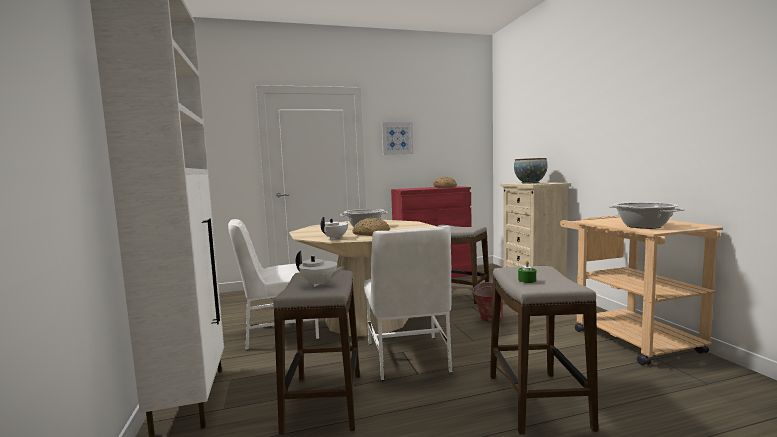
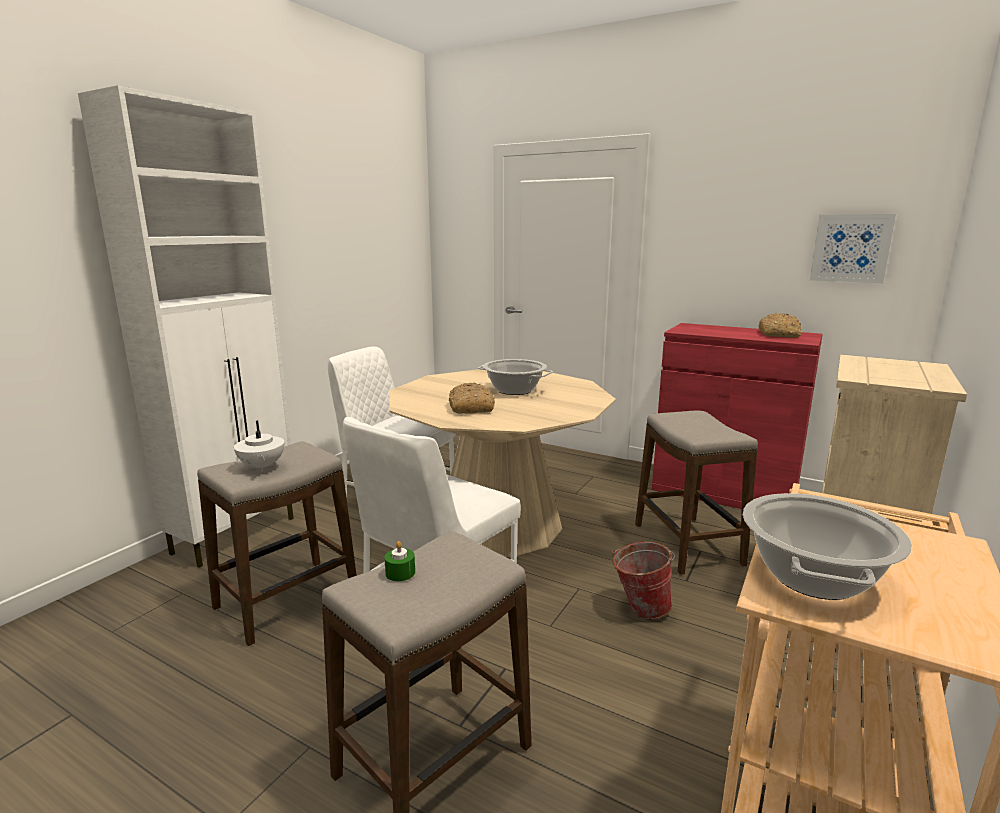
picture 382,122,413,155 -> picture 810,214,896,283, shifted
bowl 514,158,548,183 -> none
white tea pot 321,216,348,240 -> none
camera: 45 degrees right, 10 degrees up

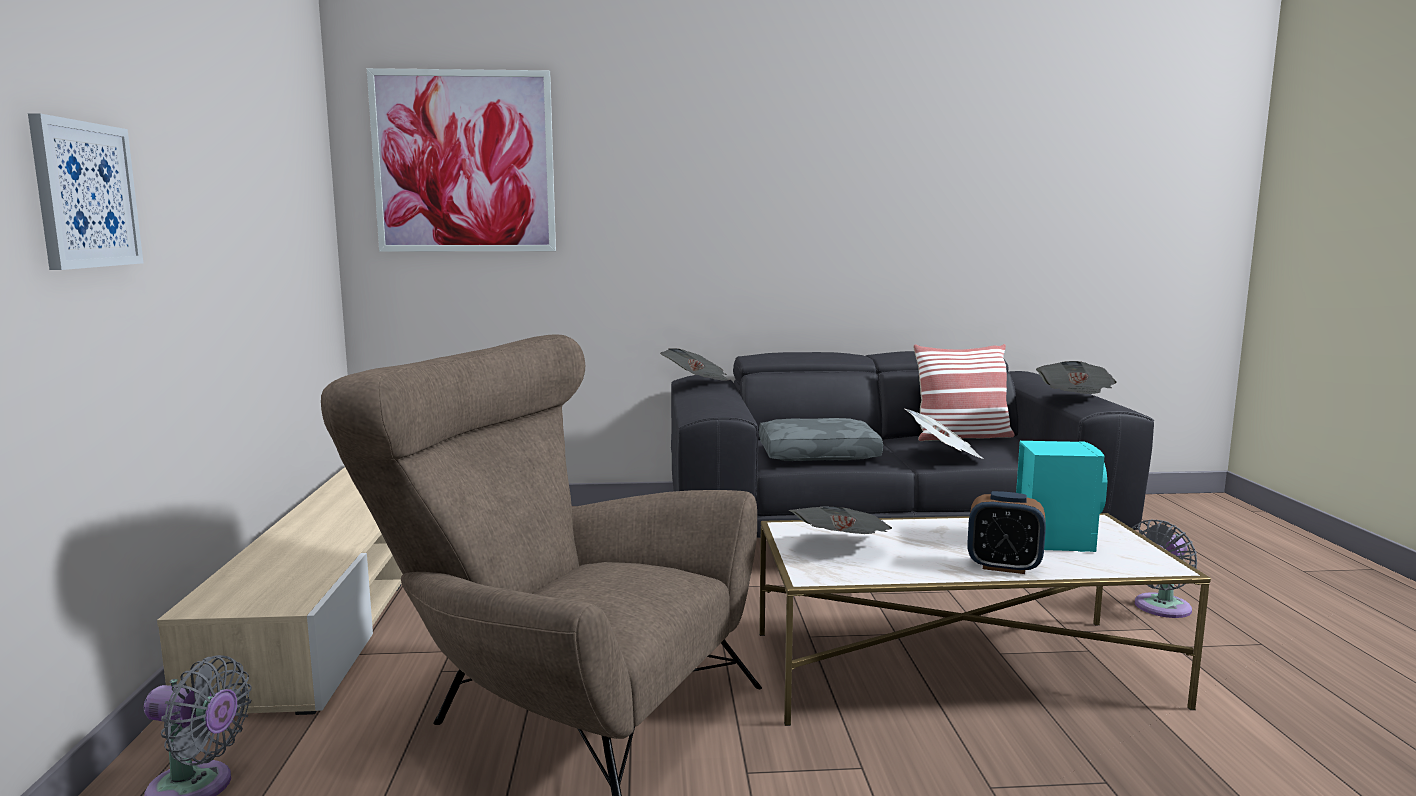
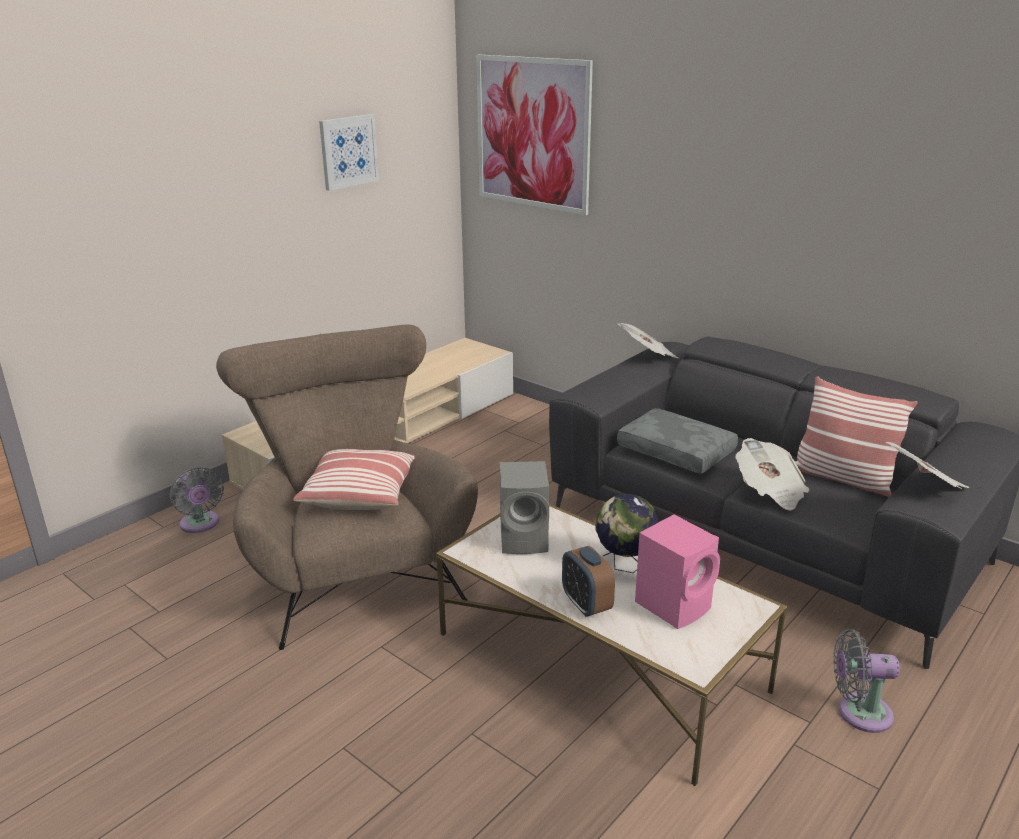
picture 28,113,143,270 -> picture 319,114,379,191, shifted
turquoise-coloured loudspeaker 1016,441,1107,552 -> pink loudspeaker 635,514,720,629
newspaper 789,507,892,534 -> gray loudspeaker 500,461,549,554
none -> throw pillow 293,449,415,510
none -> globe 596,494,658,573
camera: 45 degrees right, 15 degrees up

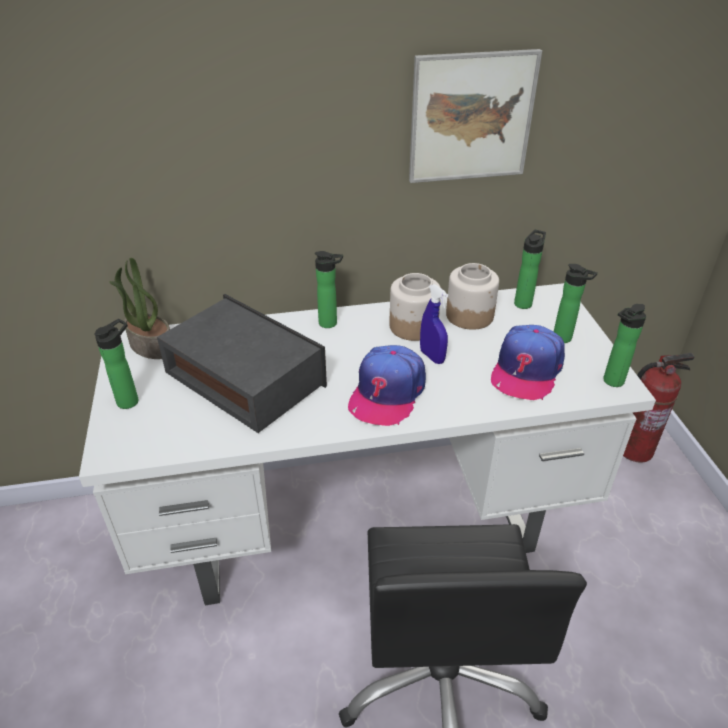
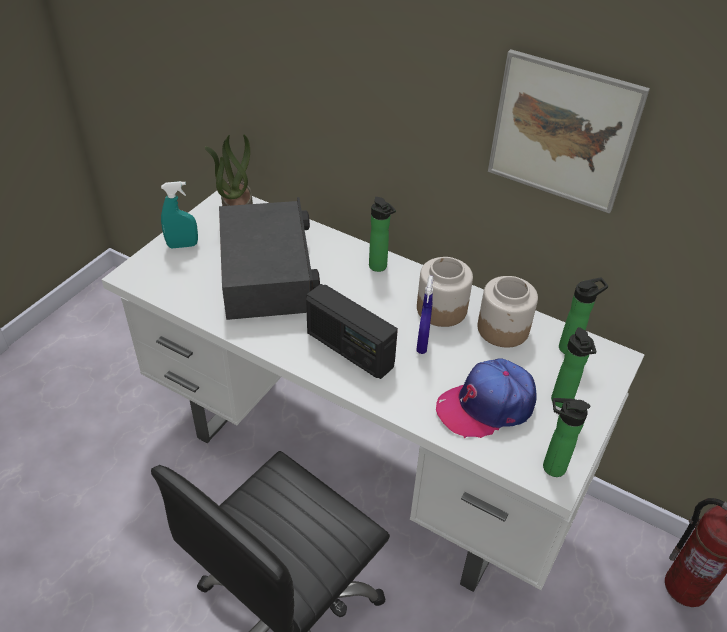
bottle 94,319,139,409 -> turquoise-coloured spray bottle 161,181,198,248
peaked cap 348,345,426,426 -> radio set 306,284,398,379
camera: 40 degrees right, 5 degrees up

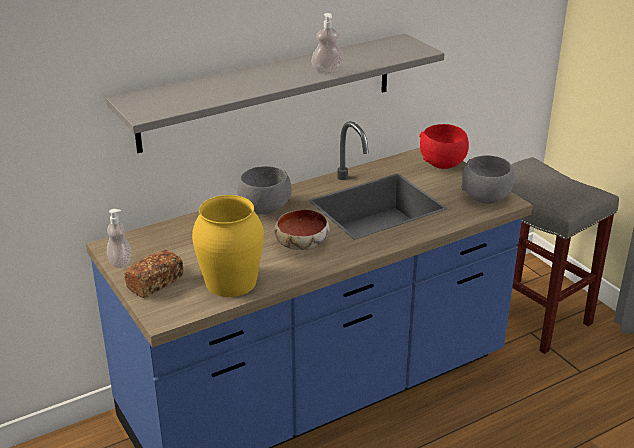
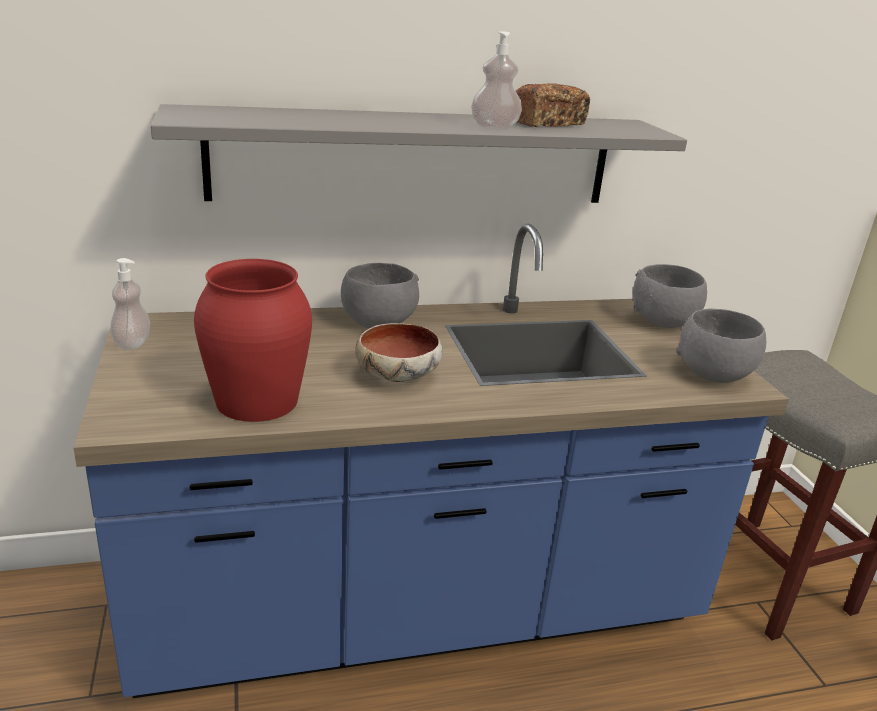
red-coloured bowl 419,124,469,169 -> gray bowl 633,264,707,328
yellow-coloured decorative vase 192,195,264,297 -> red-coloured decorative vase 194,259,312,422
bread 124,250,184,298 -> bread 515,83,590,127, shifted
camera: 15 degrees right, 5 degrees down

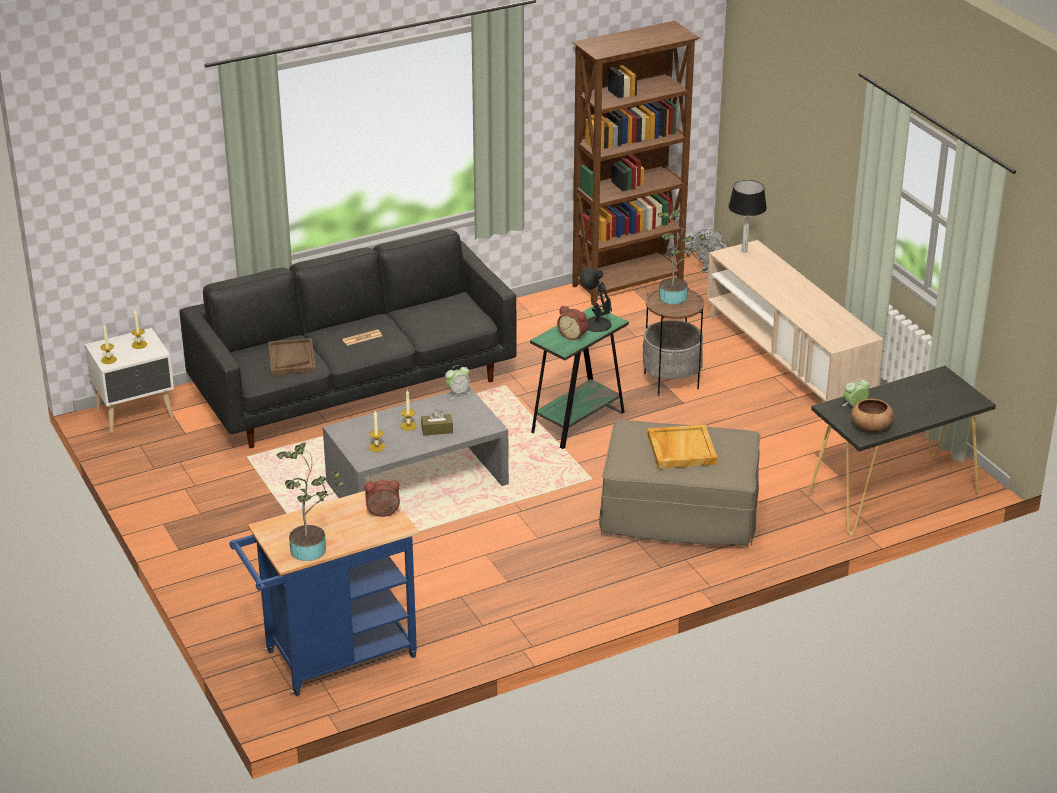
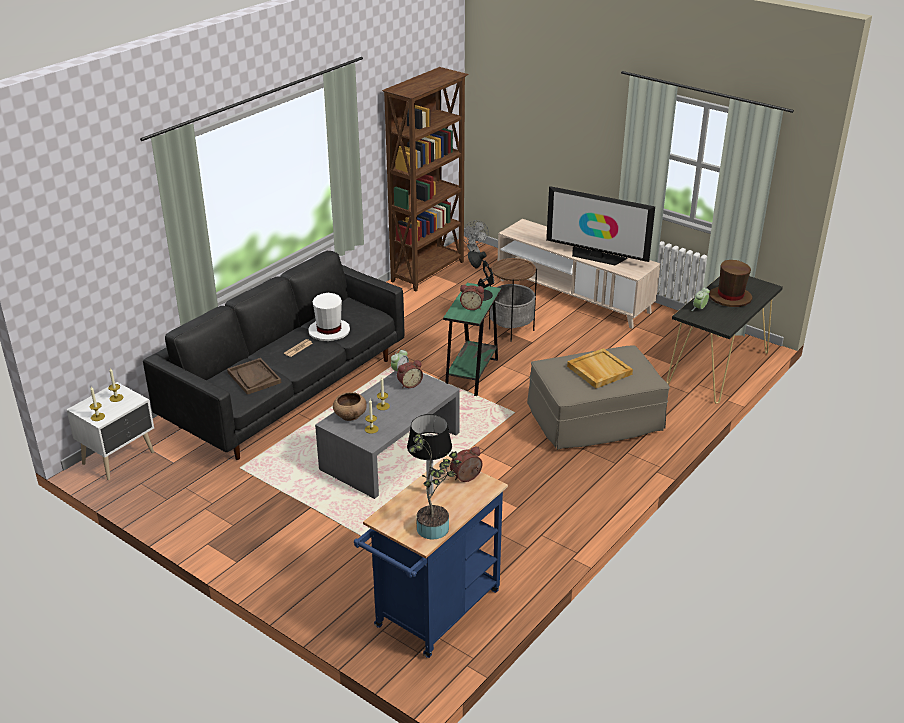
lamp for a table 728,180,767,253 -> lamp for a table 407,414,452,494, shifted
potted plant 657,209,708,304 -> none
brown bowl 851,399,894,433 -> brown bowl 333,392,367,421, shifted
brown box of tissues 421,409,453,436 -> none
none -> television 546,186,655,265
none -> brown wearable hat 709,260,752,307
none -> white wearable hat 308,293,350,341
none -> alarm clock 397,360,423,388
camera: 25 degrees left, 0 degrees up

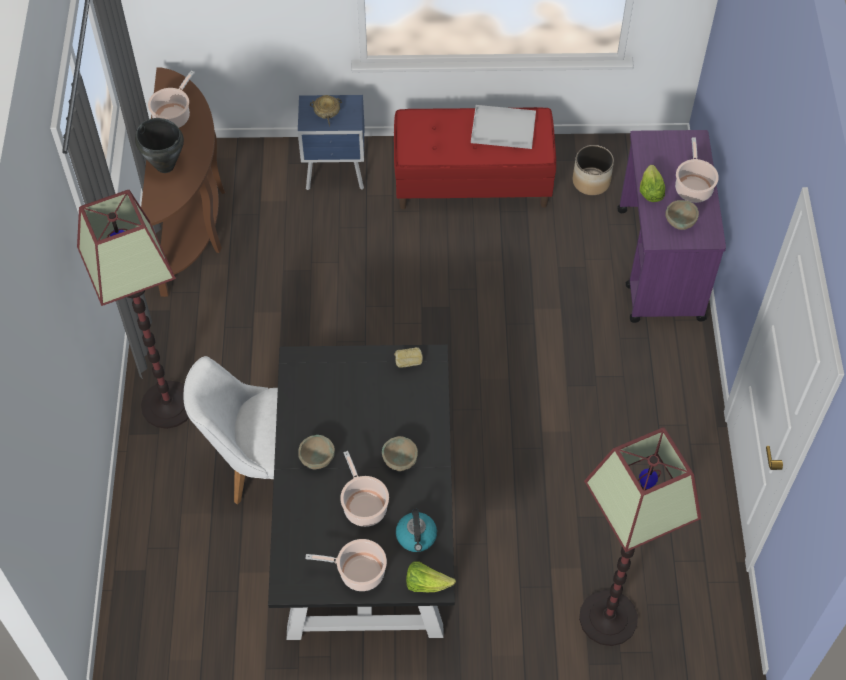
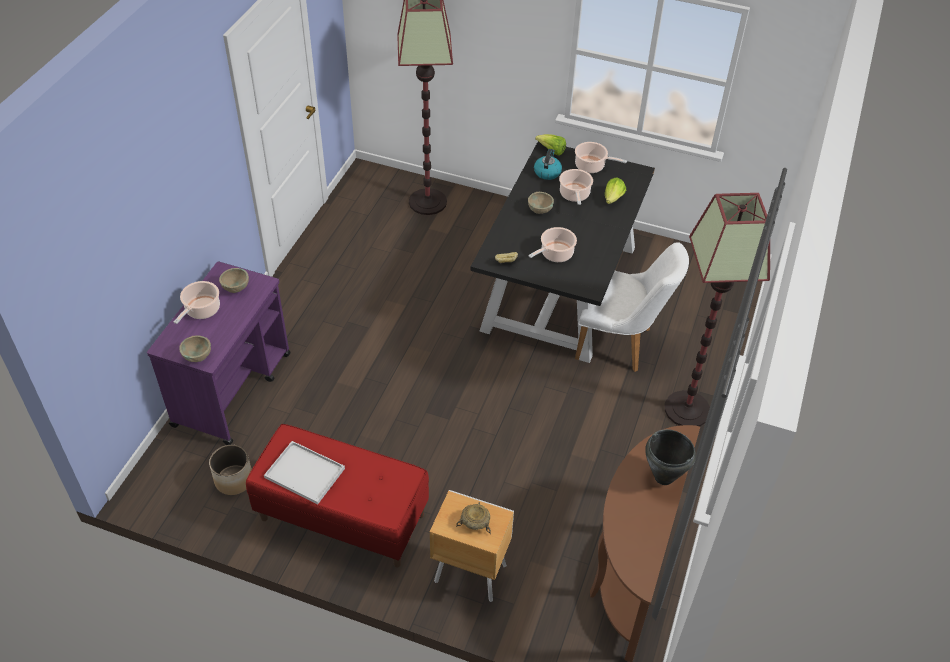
cooking pot 148,71,195,128 -> cooking pot 529,227,577,262, shifted
blue nightstand 298,95,364,190 -> brown nightstand 430,490,514,602
lettuce 640,165,665,202 -> lettuce 605,178,626,204, shifted
beige-coloured bowl 298,435,335,470 -> beige-coloured bowl 179,335,211,362, shifted
camera: 160 degrees left, 10 degrees down

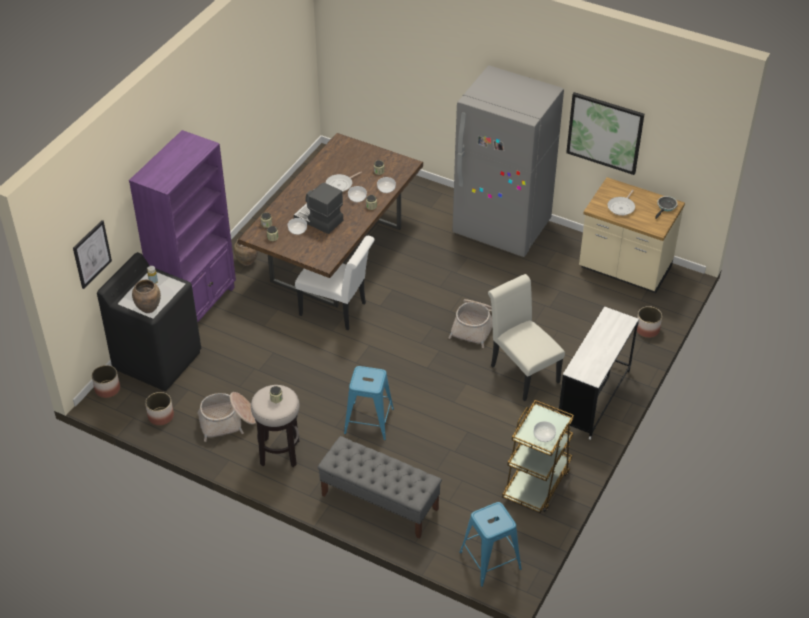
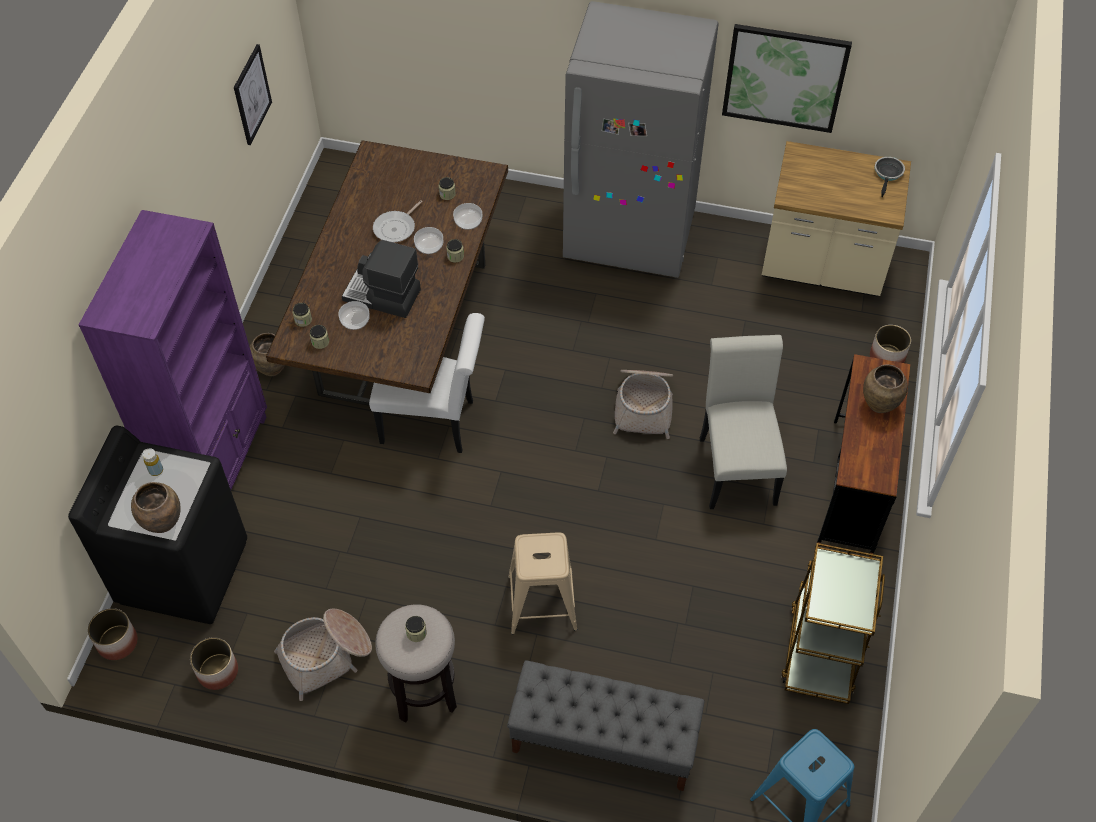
frying pan 607,190,635,216 -> none
picture 73,220,112,289 -> picture 234,44,272,145, shifted
white plain chair 488,274,565,401 -> white plain chair 700,335,787,509, 45 degrees clockwise
white desk table 558,306,639,440 -> brown desk table 817,354,910,557
blue sitting stool 344,366,394,440 -> beige-coloured sitting stool 508,532,577,634
bowl 534,421,556,442 -> none
none -> brown decorative vase 863,364,908,413
camera: 15 degrees left, 10 degrees up

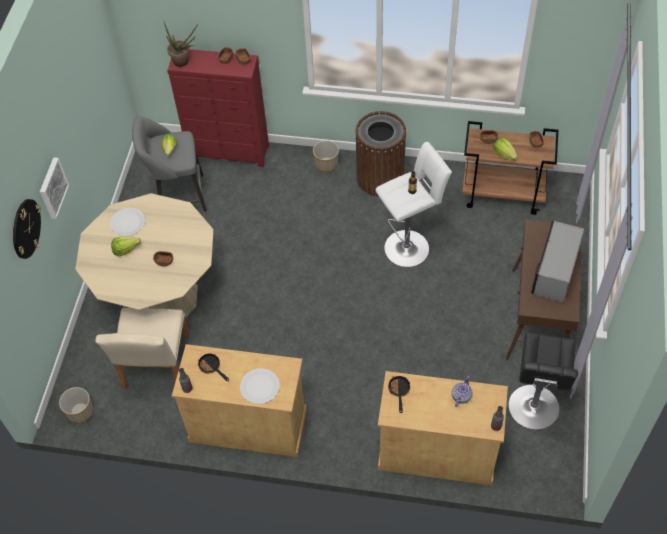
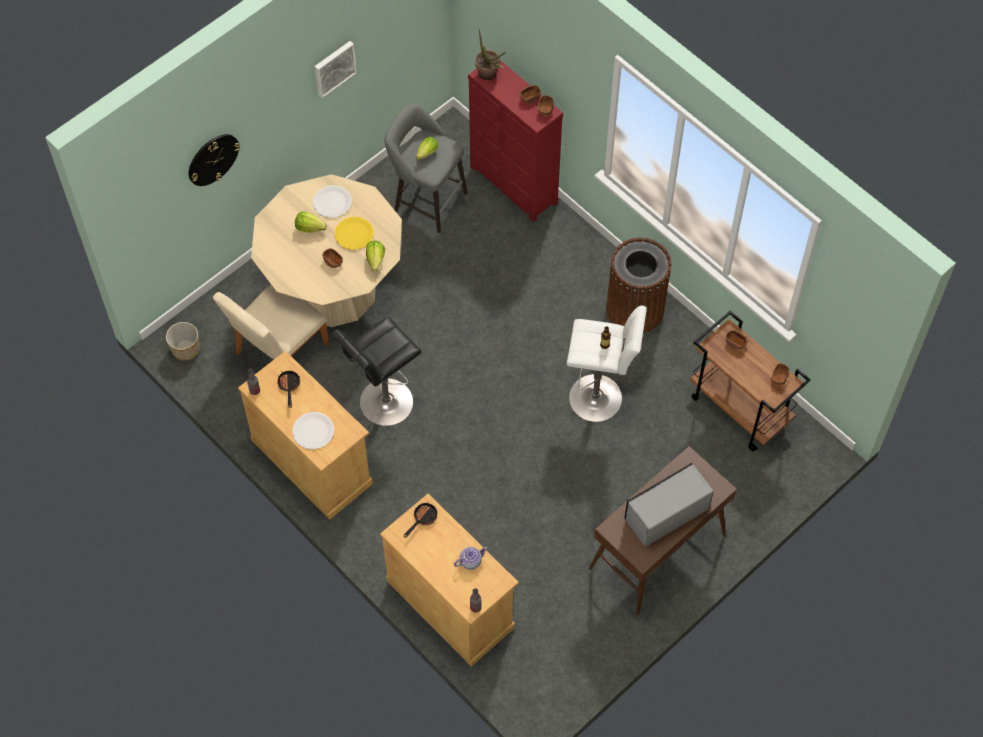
lettuce 493,138,518,160 -> lettuce 366,240,385,272, shifted
plant pot 313,140,339,172 -> none
picture 40,157,69,219 -> picture 315,41,357,98, shifted
black sitting stool 509,331,578,430 -> black sitting stool 331,317,421,426, shifted
none -> yellow-coloured plate 335,217,374,250
camera: 35 degrees right, 5 degrees up

